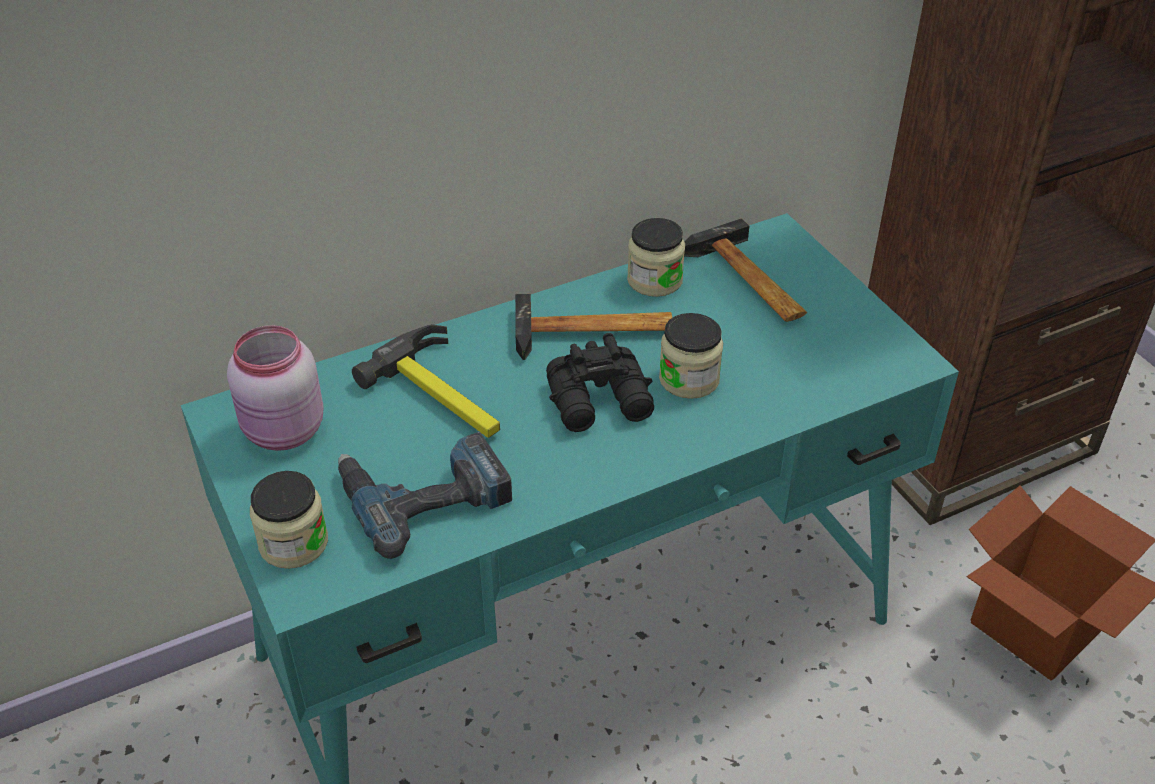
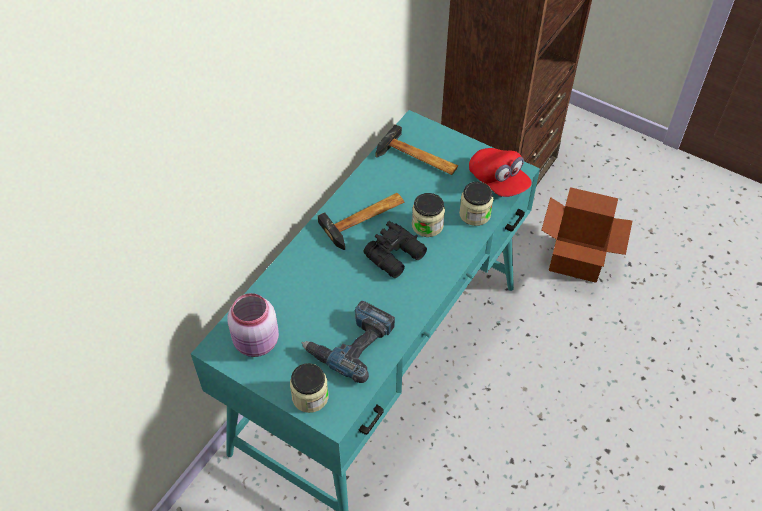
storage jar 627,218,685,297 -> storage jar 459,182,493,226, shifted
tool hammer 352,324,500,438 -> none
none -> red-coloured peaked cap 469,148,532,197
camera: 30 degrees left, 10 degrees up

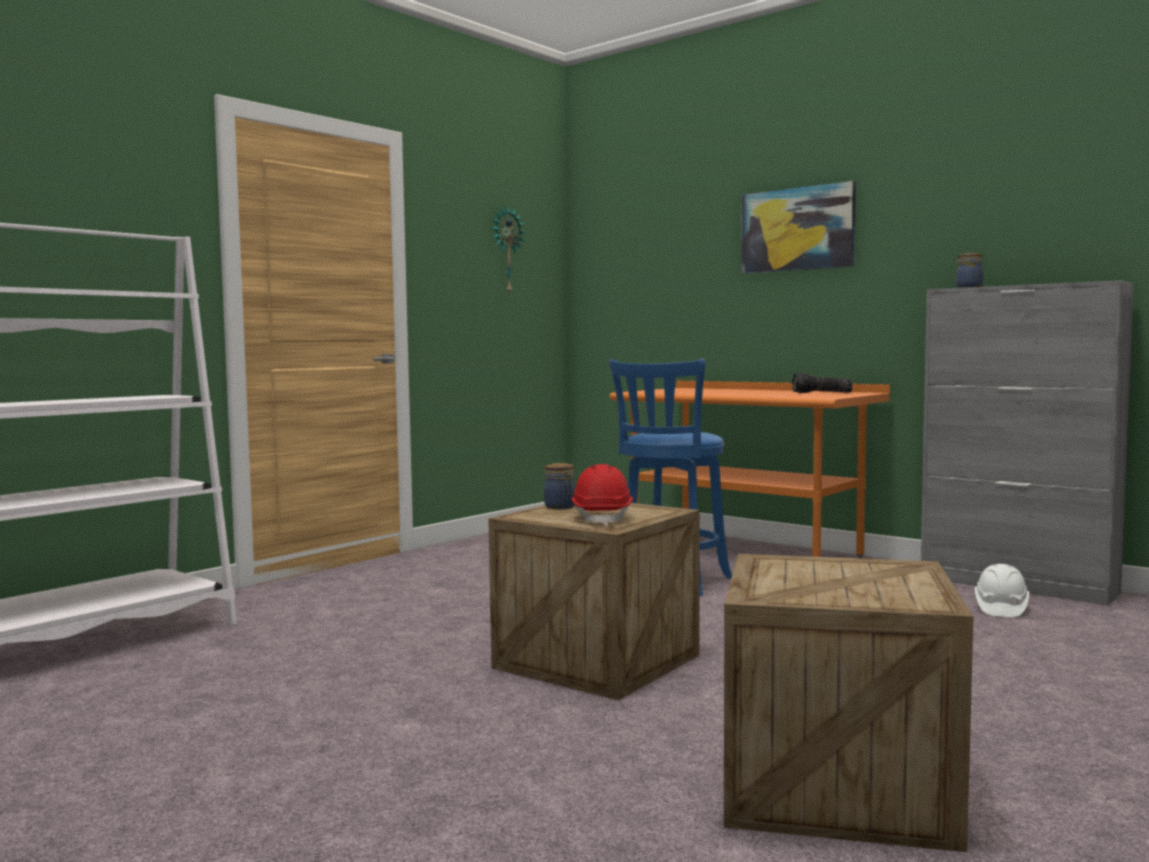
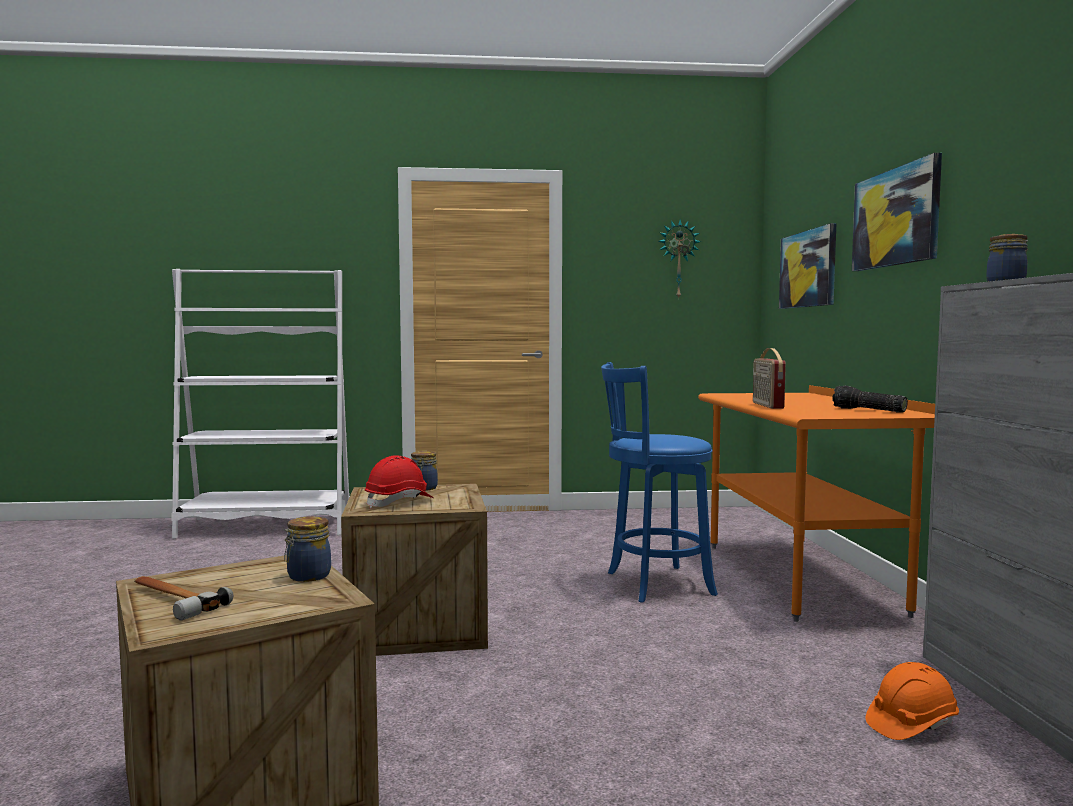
white safety helmet 975,564,1029,617 -> orange safety helmet 866,662,959,740
none -> picture 779,223,836,309
none -> radio set 753,348,786,409
none -> storage jar 284,516,331,582
none -> tool hammer 134,576,233,621
camera: 45 degrees right, 0 degrees up

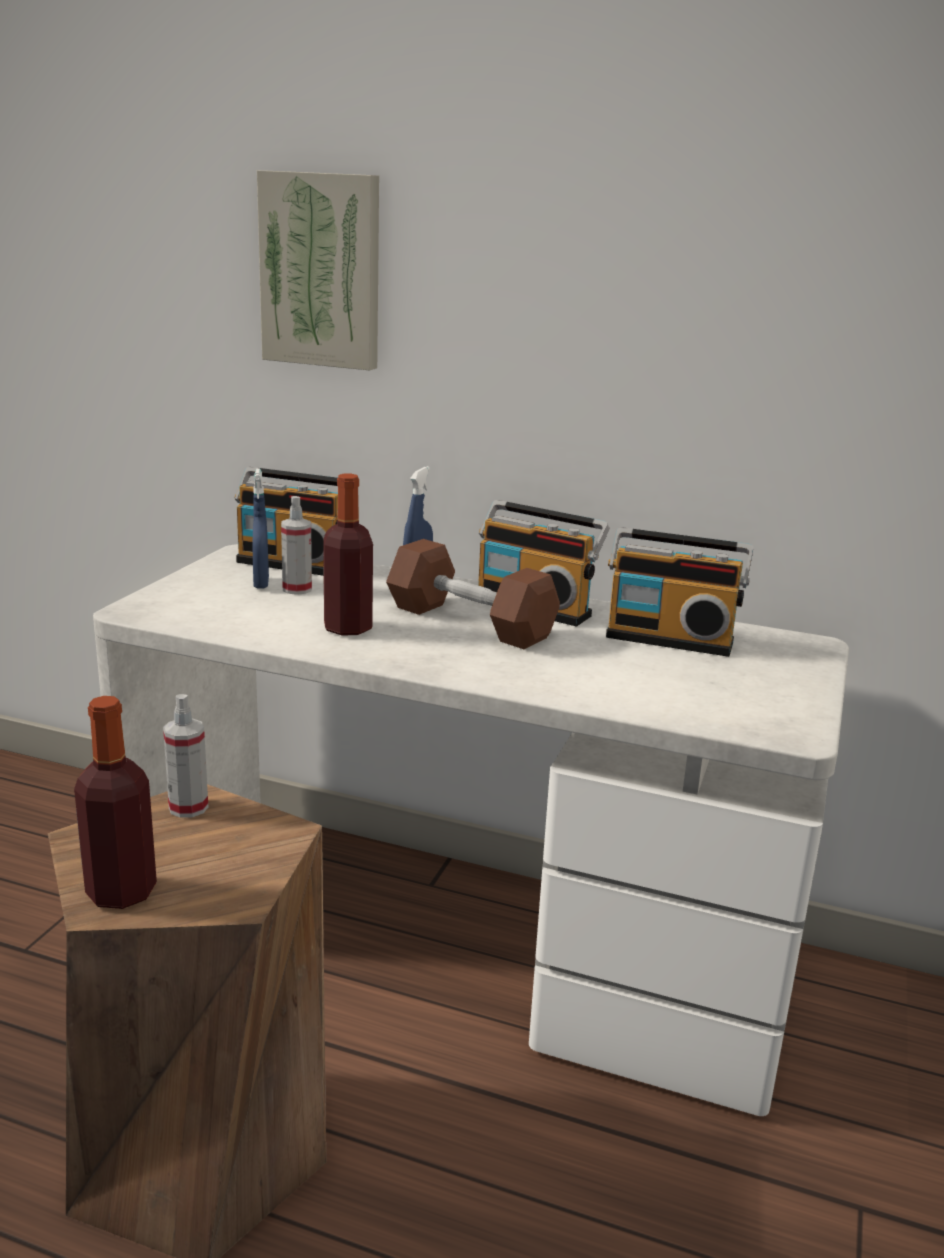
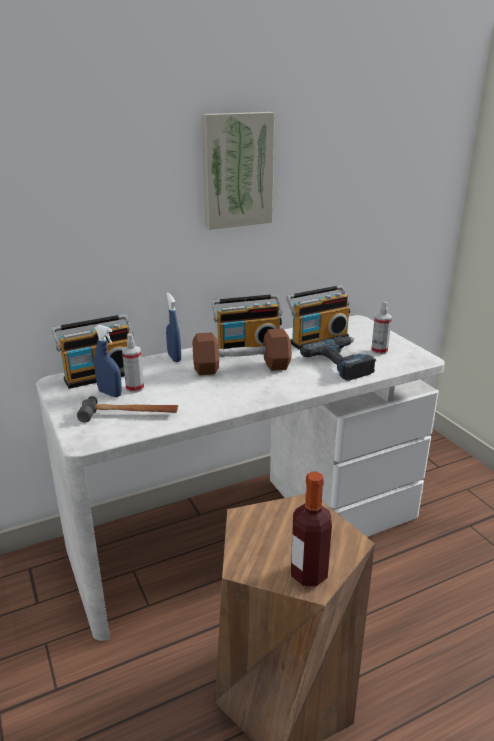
picture 257,170,379,371 -> picture 202,112,274,230, shifted
bottle 323,474,373,636 -> none
spray bottle 163,694,208,818 -> spray bottle 371,301,392,355, shifted
none -> power drill 300,336,376,381
none -> tool hammer 77,396,178,422
camera: 45 degrees left, 5 degrees up

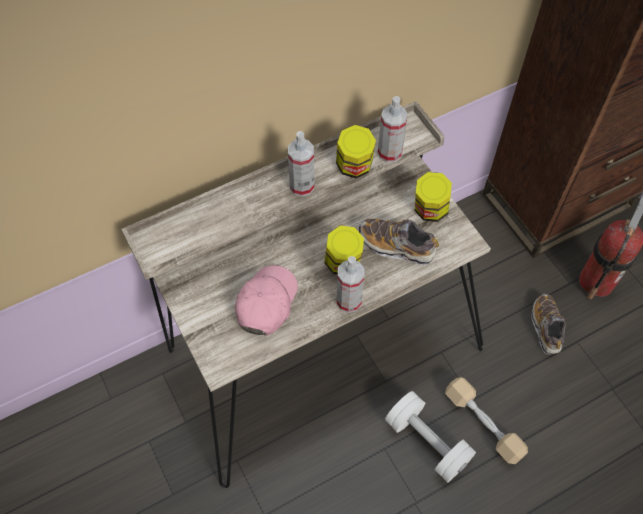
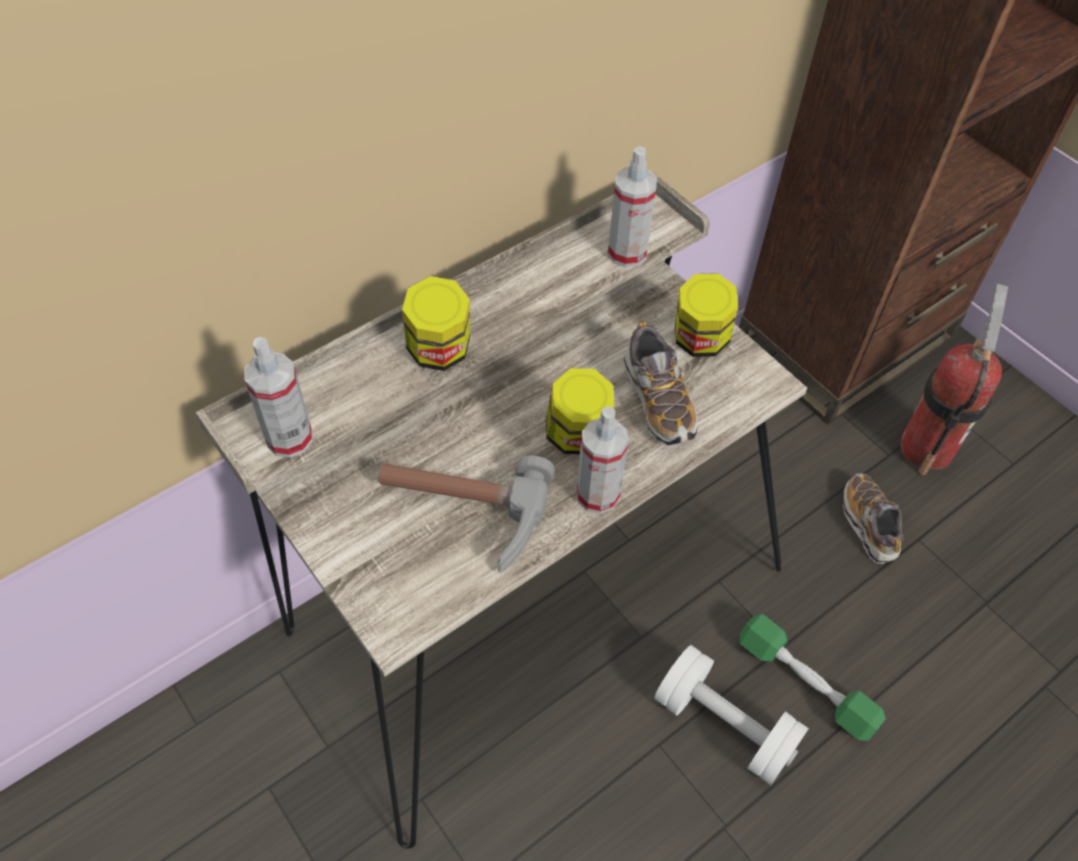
storage jar 336,125,376,178 -> storage jar 402,276,470,371, shifted
spray bottle 288,131,314,197 -> spray bottle 244,337,313,458, shifted
shoe 359,219,439,265 -> shoe 624,321,698,446, 120 degrees counterclockwise
pink peaked cap 235,265,298,335 -> tool hammer 378,455,555,573
beige-coloured free weight 445,377,528,464 -> green-coloured free weight 739,614,886,741
camera: 10 degrees left, 5 degrees down

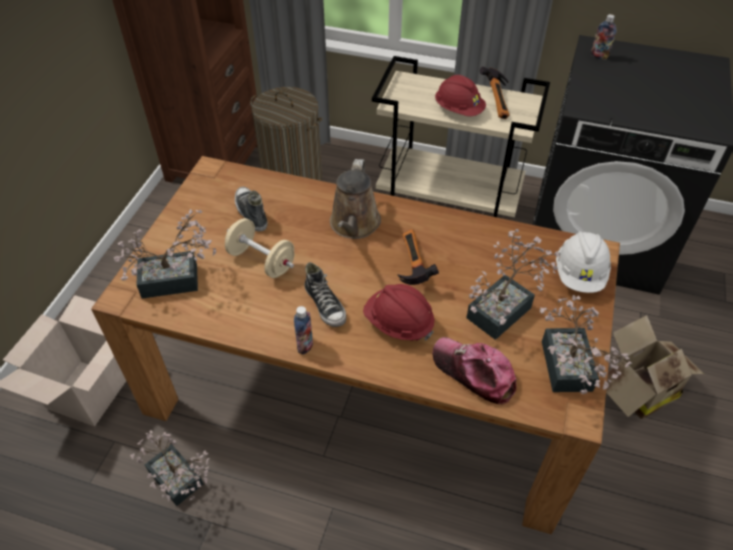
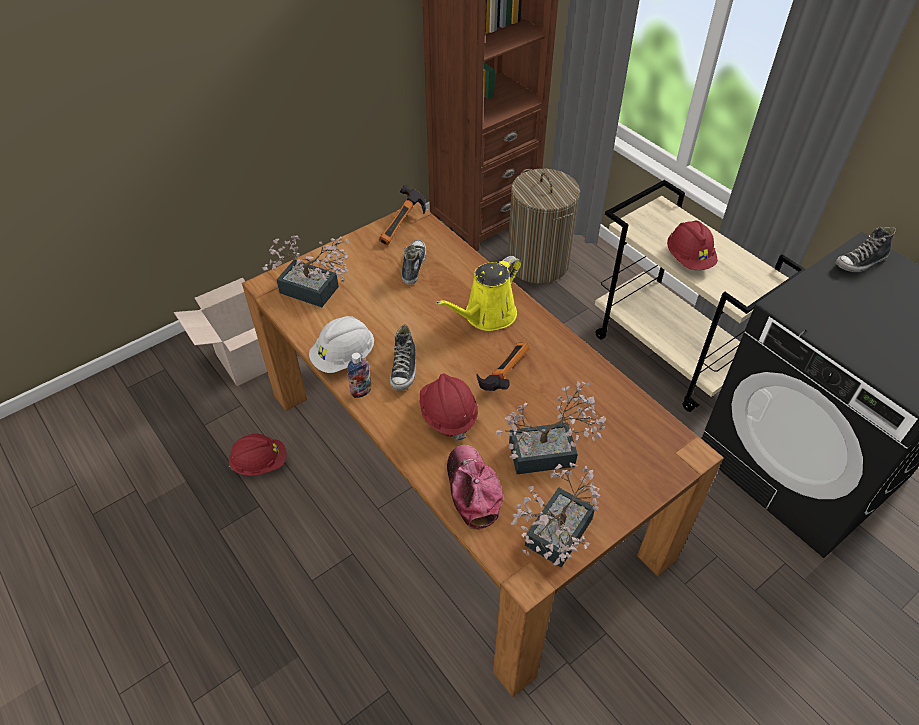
bottle 591,14,616,59 -> shoe 835,226,896,272
tool hammer 480,67,509,119 -> tool hammer 379,185,426,245, shifted
brown watering pot 330,159,381,239 -> yellow-coloured watering pot 436,256,521,331
beige-coloured free weight 225,218,294,278 -> none
white safety helmet 556,231,611,293 -> white safety helmet 309,316,374,373, shifted
carton 606,315,704,419 -> none
potted plant 130,430,210,506 -> red-coloured safety helmet 229,434,287,476
camera: 35 degrees right, 0 degrees up

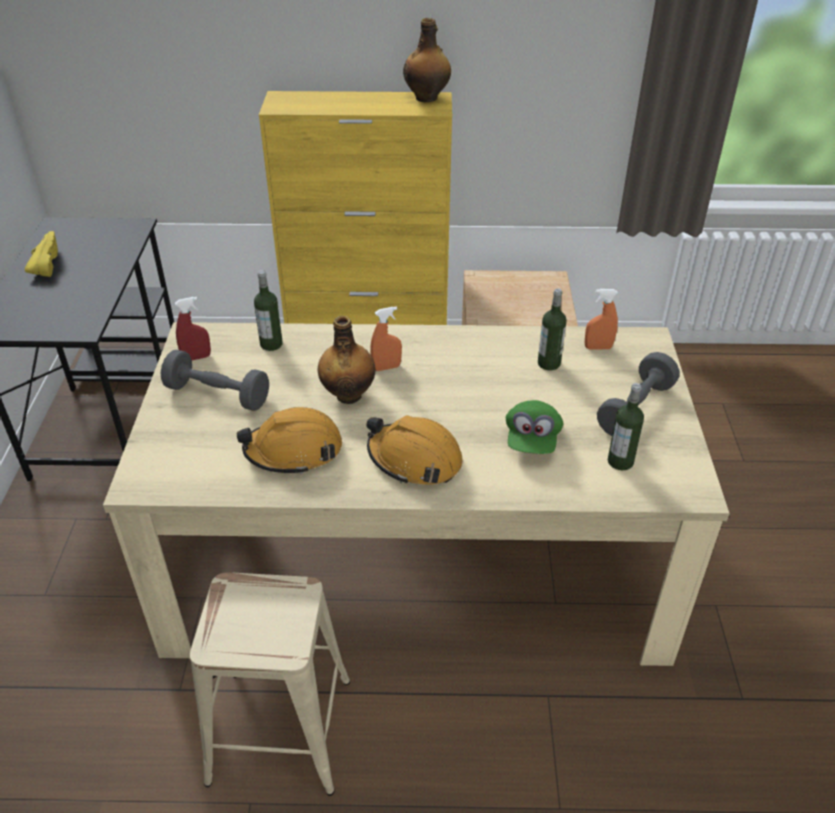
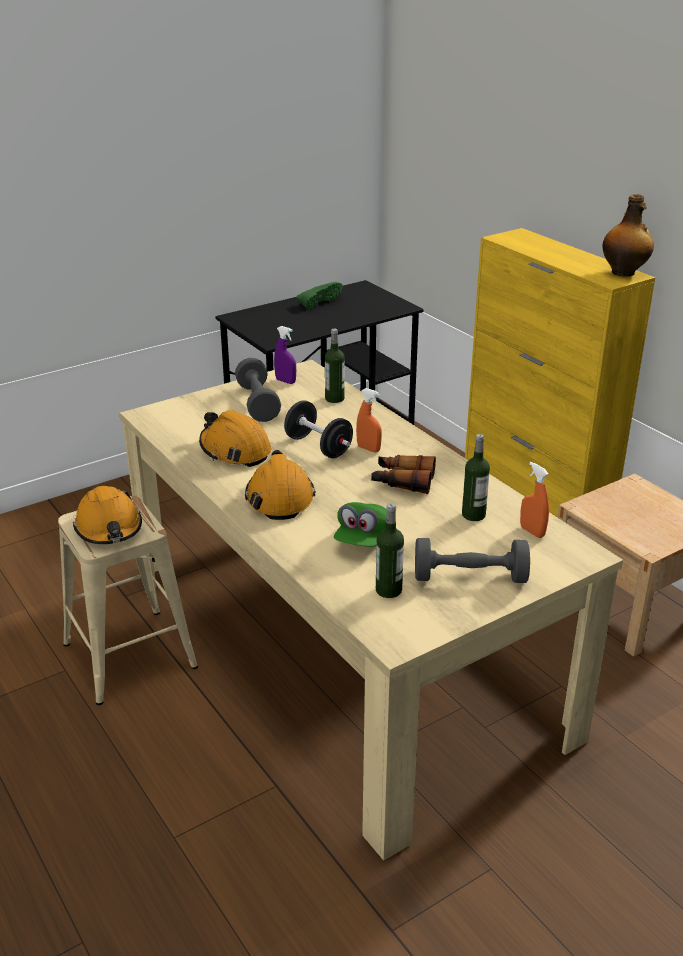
yellow-coloured shoe 25,231,58,277 -> green-coloured shoe 296,282,343,309
red-coloured spray bottle 175,297,211,360 -> purple-coloured spray bottle 274,326,296,384
bottle 318,316,375,404 -> black free weight 284,400,353,458
green-coloured peaked cap 506,400,563,454 -> green-coloured peaked cap 334,502,387,547, 45 degrees counterclockwise
none -> binoculars 371,455,436,494
none -> orange safety helmet 73,486,142,544
camera: 55 degrees right, 10 degrees down

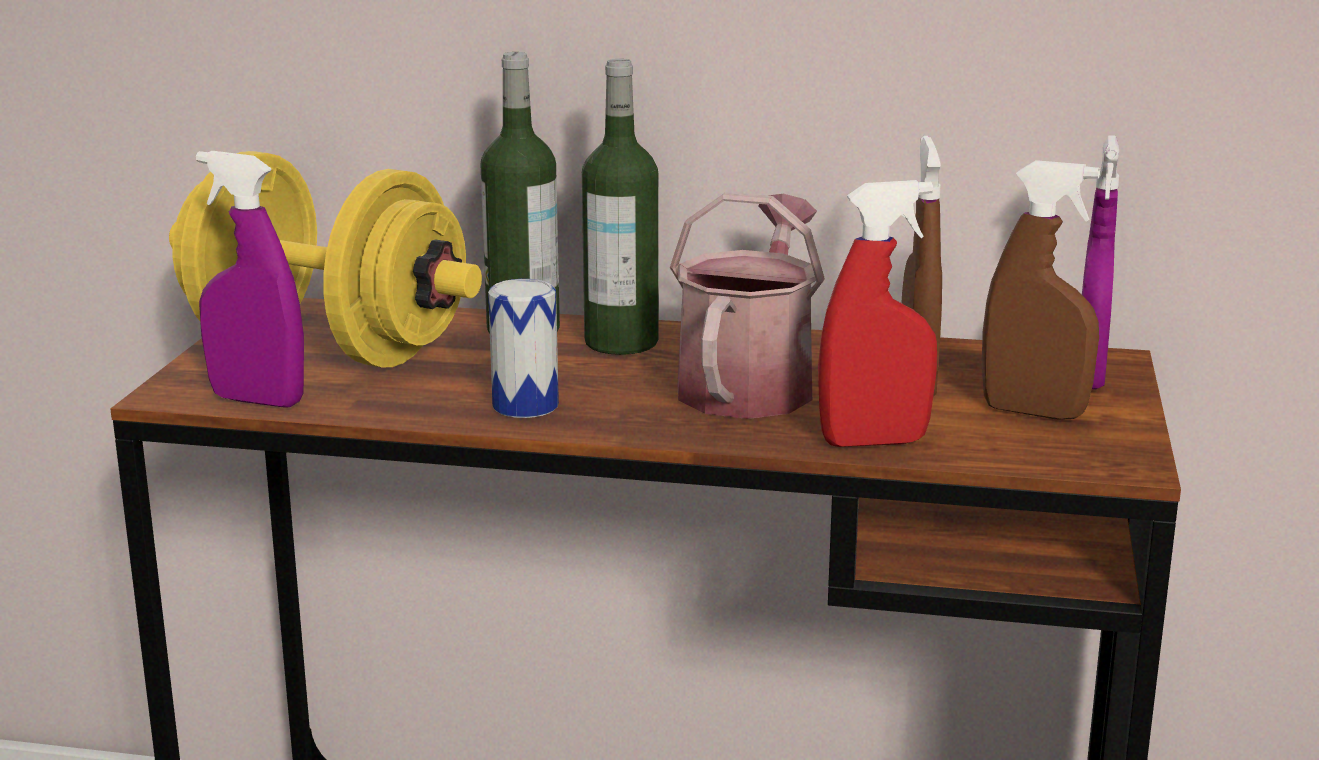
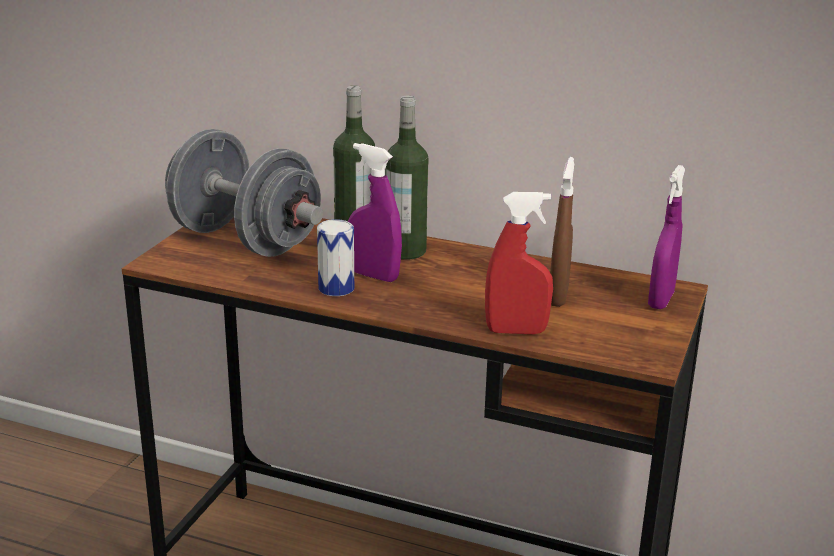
yellow-coloured free weight 169,151,482,368 -> gray free weight 165,129,323,257
purple-coloured spray bottle 196,151,304,408 -> purple-coloured spray bottle 348,143,402,282, shifted
brown spray bottle 982,160,1100,420 -> none
watering pot 670,192,825,419 -> none
camera: 10 degrees right, 5 degrees up

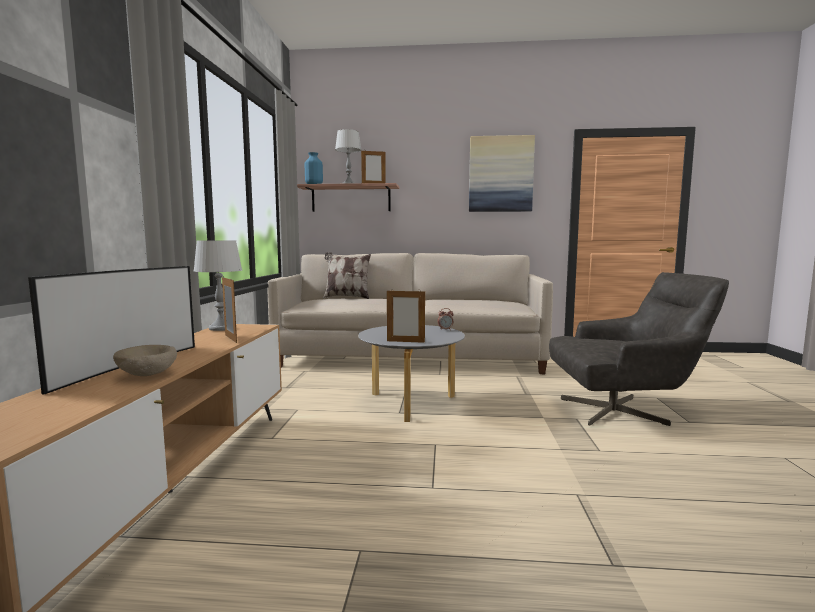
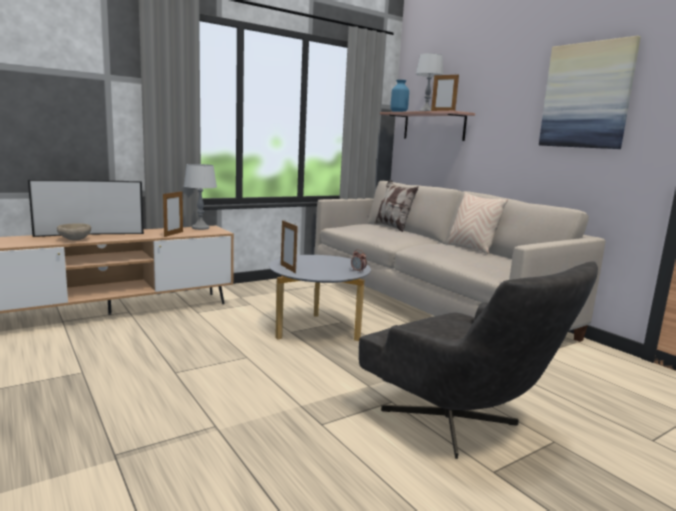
none -> beige-coloured throw pillow 446,192,508,254
camera: 50 degrees right, 5 degrees up

